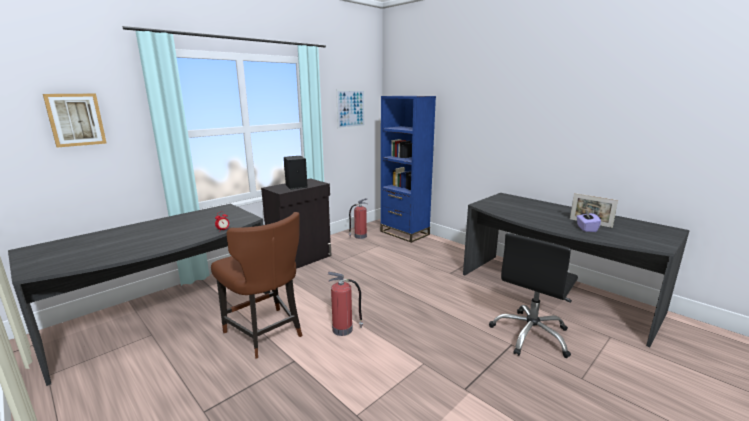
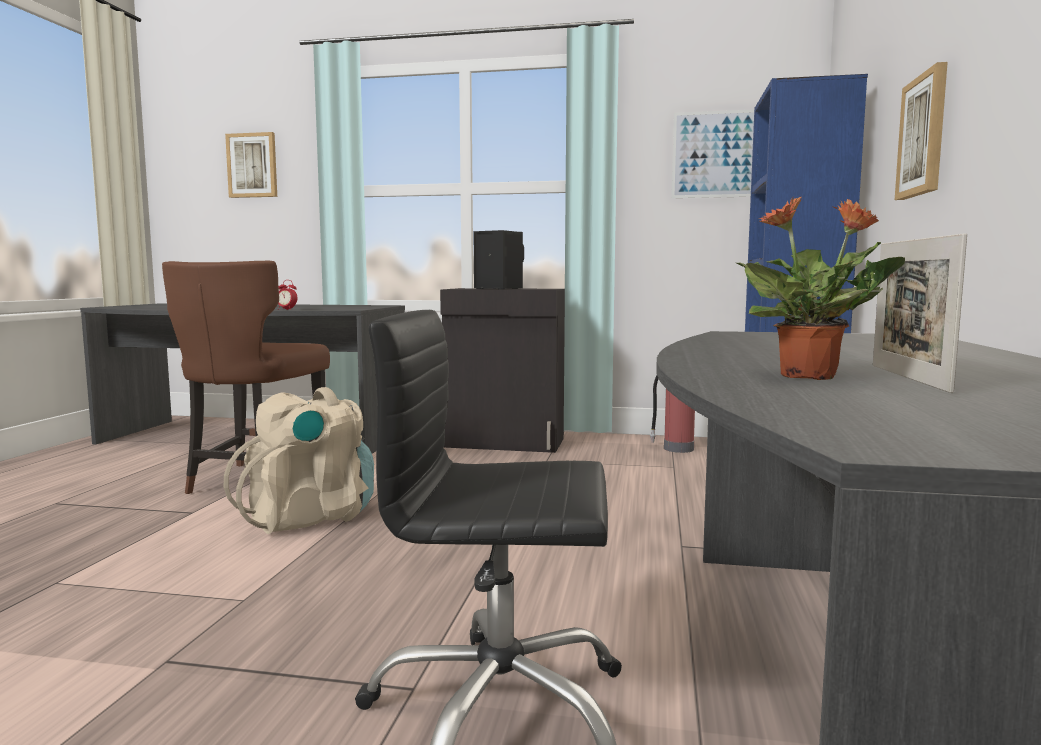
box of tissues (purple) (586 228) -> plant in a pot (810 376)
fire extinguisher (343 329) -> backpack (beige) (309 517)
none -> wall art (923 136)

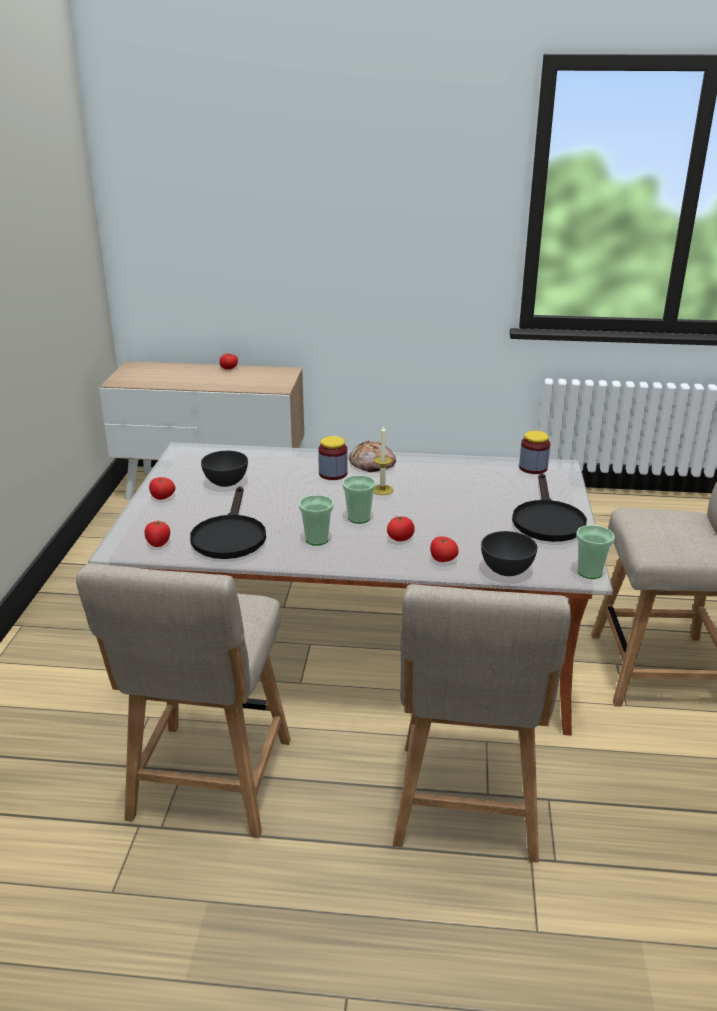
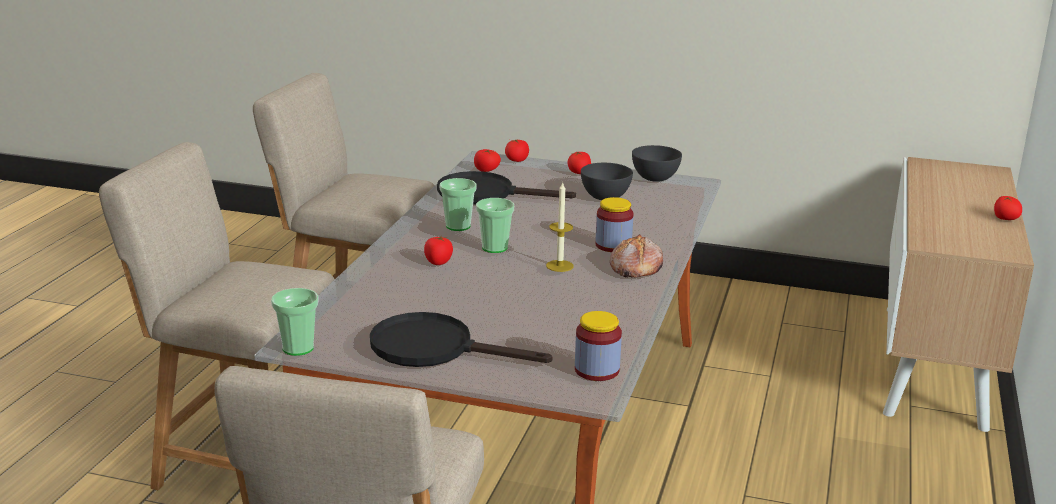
serving bowl (greyish) (507 570) -> serving bowl (greyish) (654 178), shifted
tomato (442 559) -> tomato (516 160), shifted

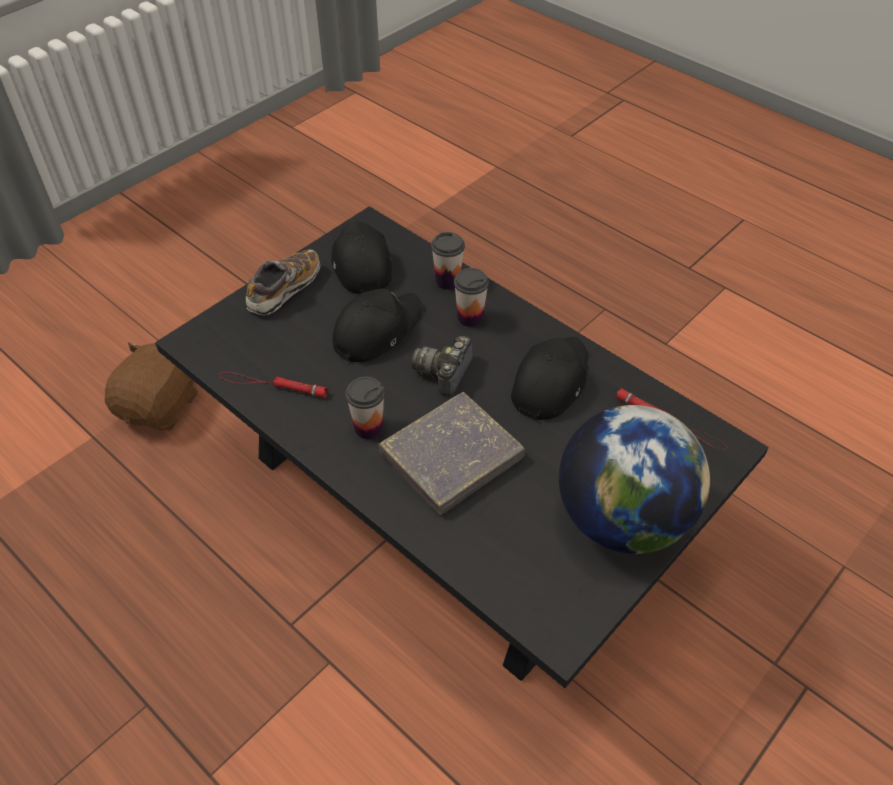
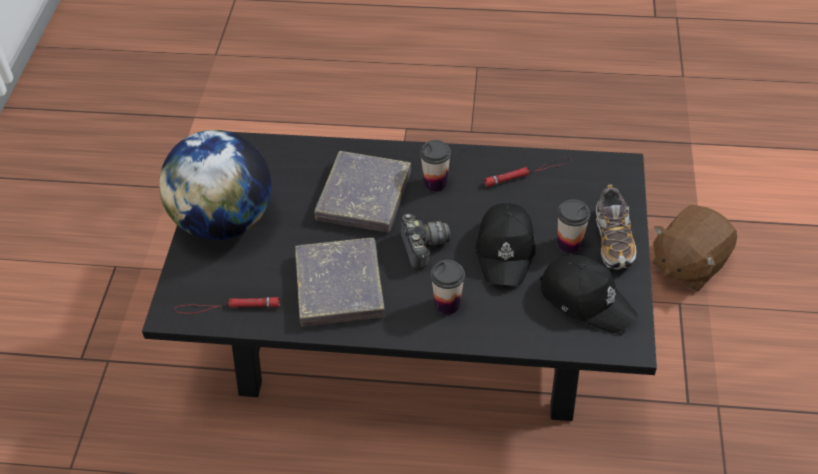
small cup (447 281) -> small cup (569 243), shifted
cap (black) (549 382) -> bound book (greyish) (339 286)
cuddly toy (brown-coloured) (160 406) -> cuddly toy (brown-coloured) (688 264), 60 degrees clockwise

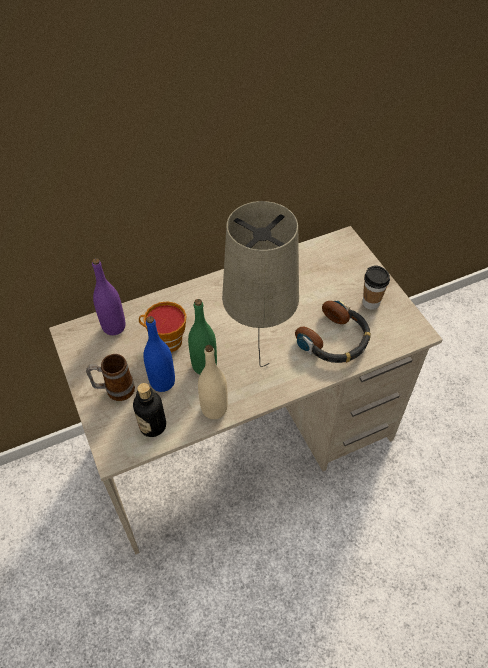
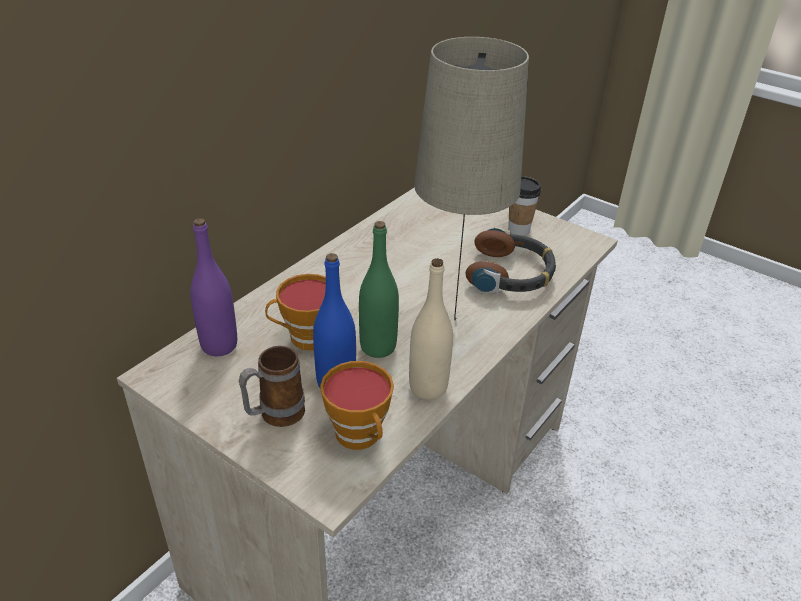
bottle (152 426) -> small cup (361 436)

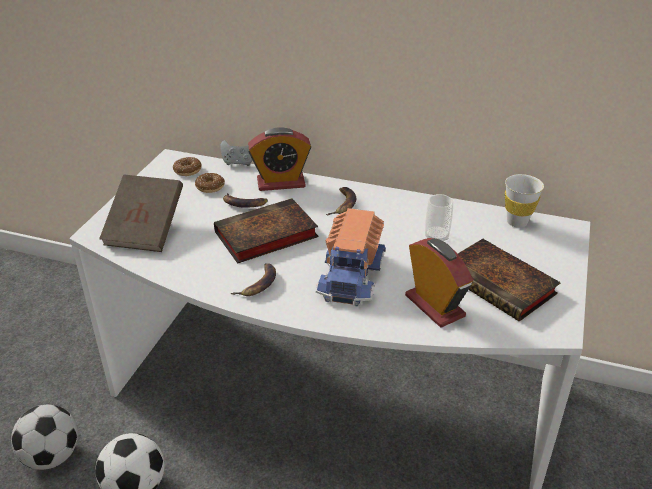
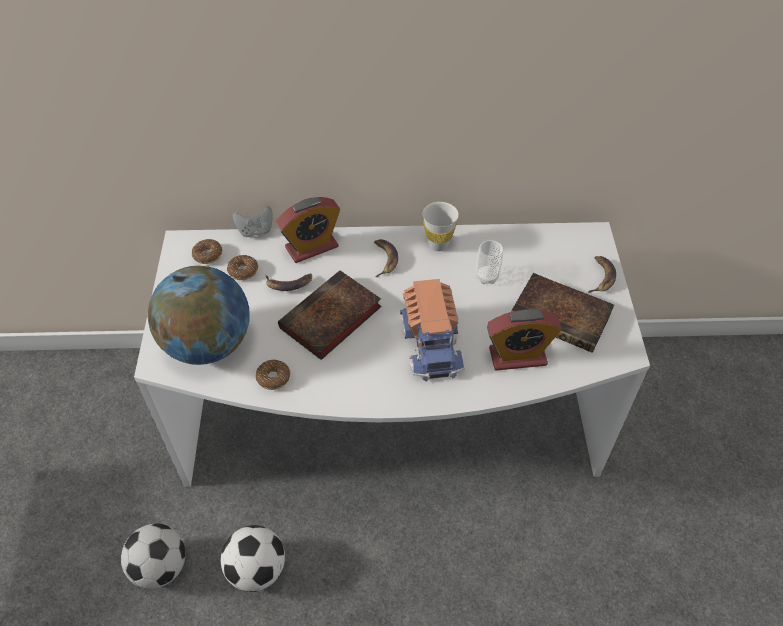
bound book (brown-coloured) (146 230) -> desk globe (208 344)
small cup (white) (517 222) -> small cup (white) (438 244), shifted
alarm clock (434 306) -> alarm clock (517 356), 135 degrees clockwise
whole banana (258 284) -> whole banana (601 276), shifted
none -> doughnut (273 378)

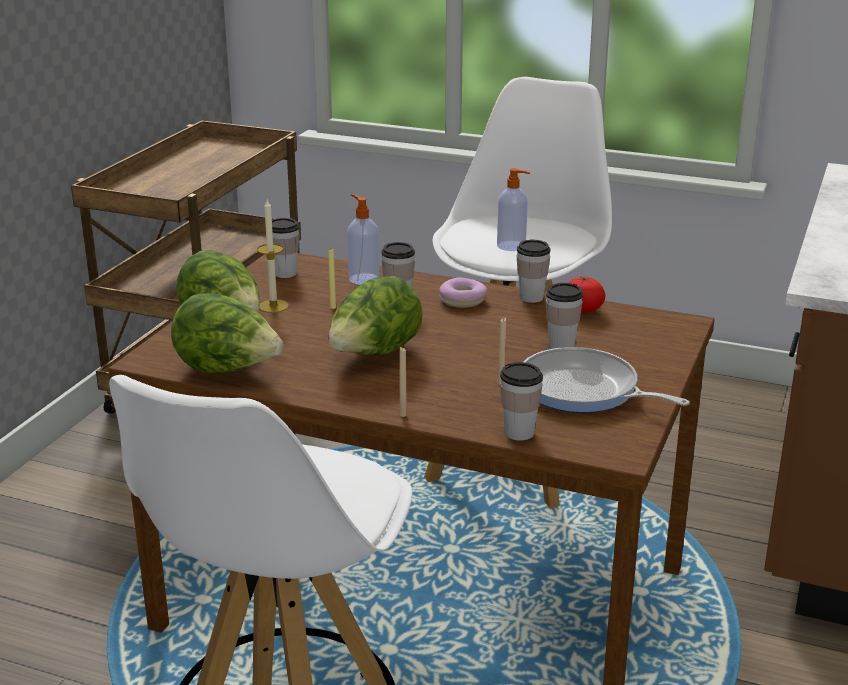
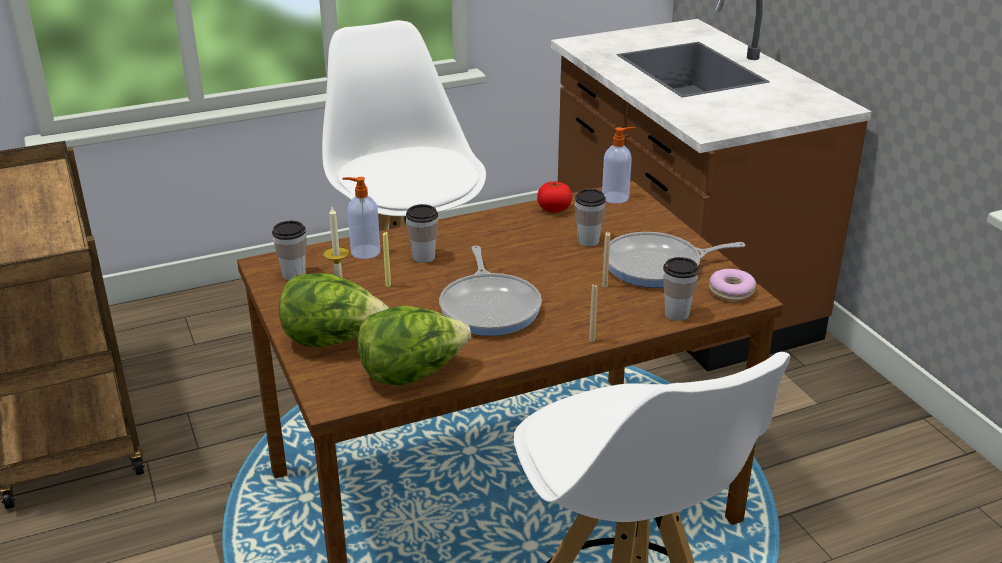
soap dispenser (512 246) -> soap dispenser (616 197), shifted
small cup (531 297) -> none
lettuce head (374 355) -> skillet (490 307)
doughnut (463 300) -> doughnut (731 291), shifted

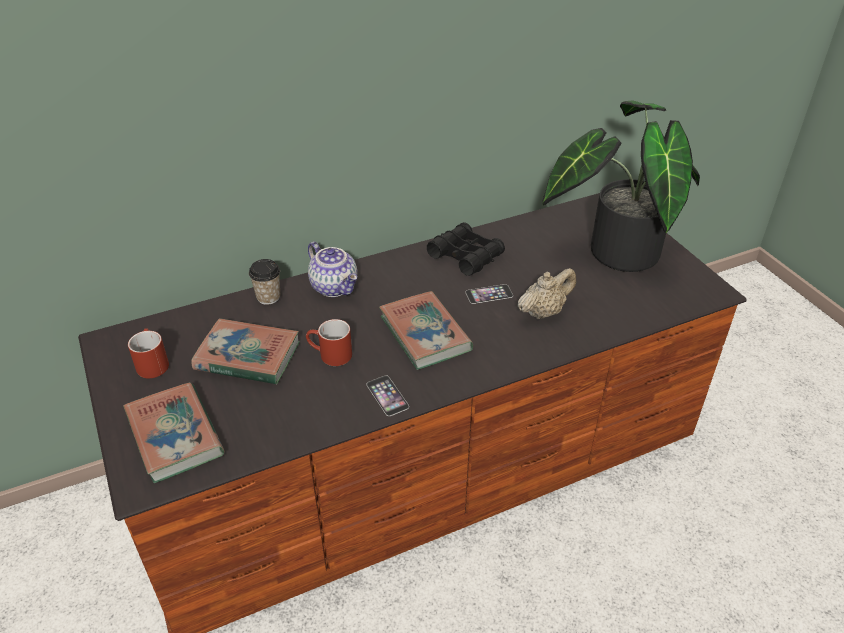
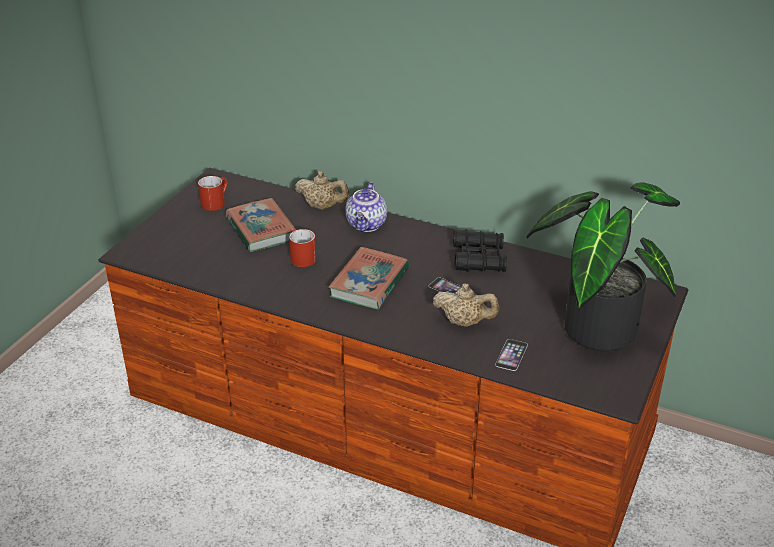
small cup (268 297) -> tea pot (beige) (323 207)
phone (387 395) -> phone (511 355), shifted
bound book (175 435) -> none

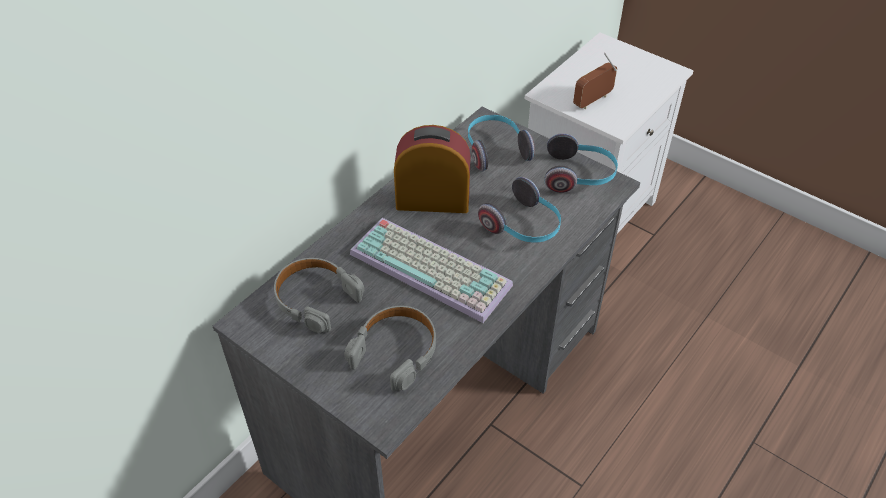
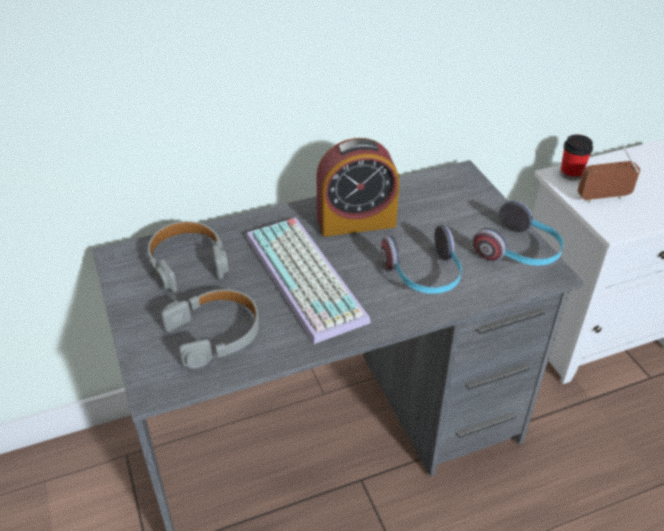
pair of headphones (495 150) -> none
alarm clock (432 200) -> alarm clock (356 221), 135 degrees clockwise
none -> small cup (571 174)

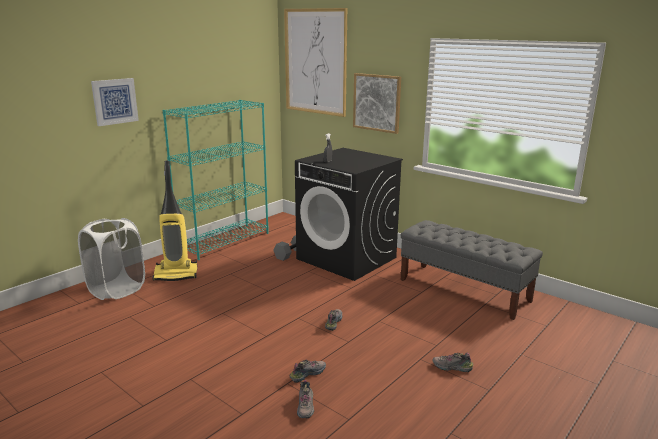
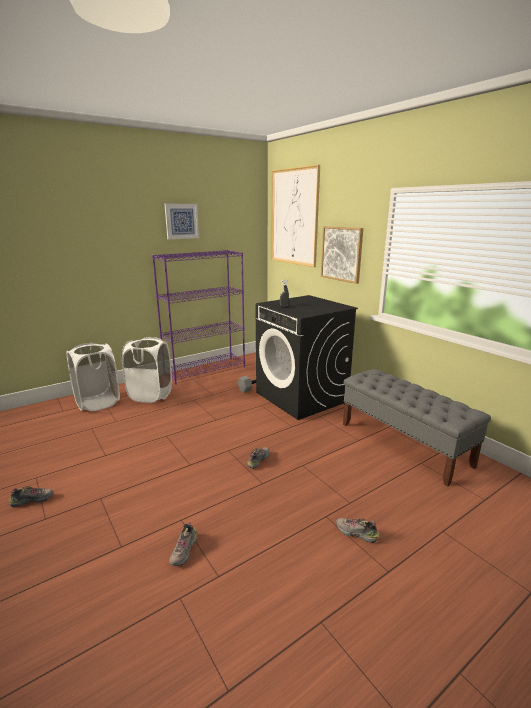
wall art (114 101) -> wall art (181 221), shifted
bookcase (turquoise) (224 241) -> bookcase (purple) (205 370)
vacuum cleaner (176 274) -> hamper (white) (150 395)
low shoe (307 374) -> low shoe (32 500), shifted

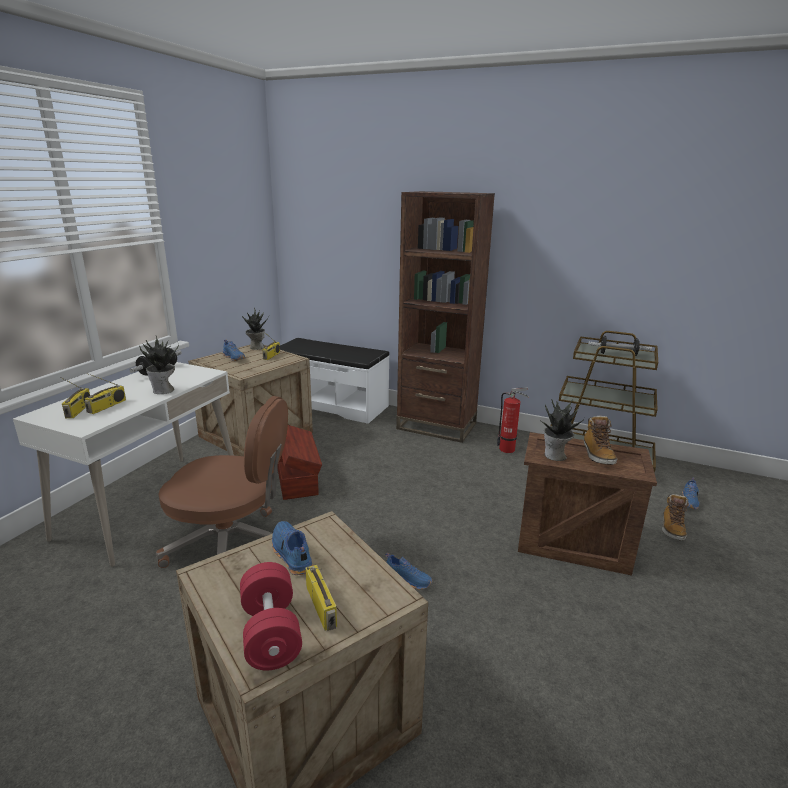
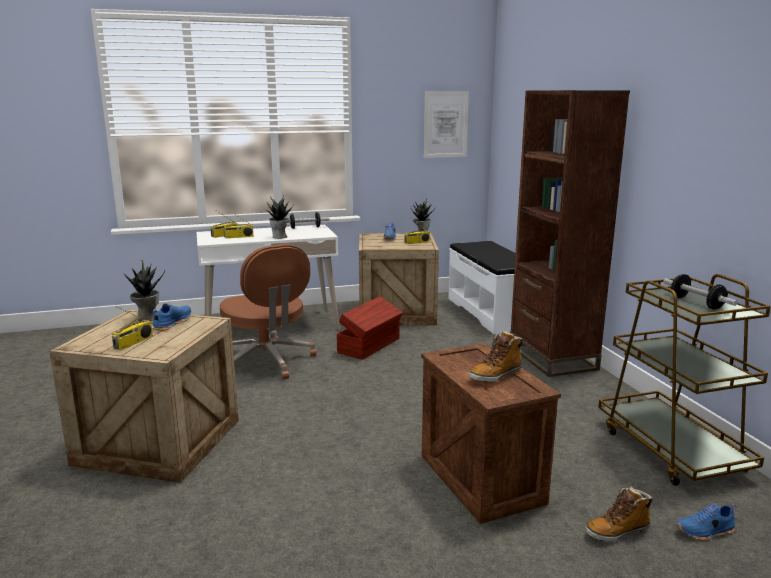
fire extinguisher (509 449) -> none
plant in a pot (555 456) -> plant in a pot (147 318), shifted
low shoe (blue) (408 579) -> none
free weight (reddish) (271 632) -> none
none -> wall art (445 124)

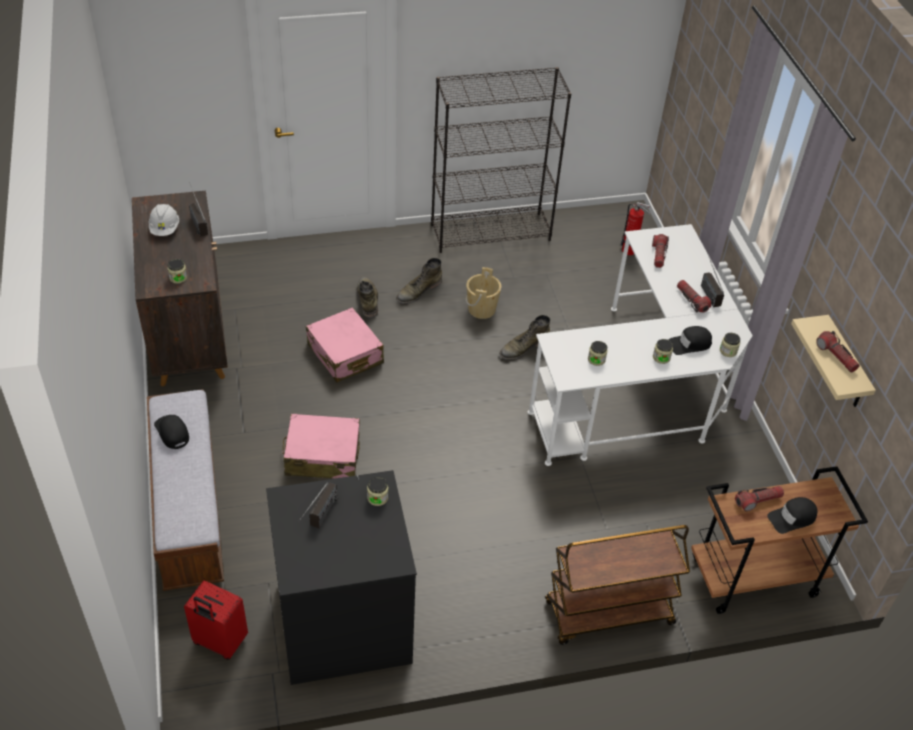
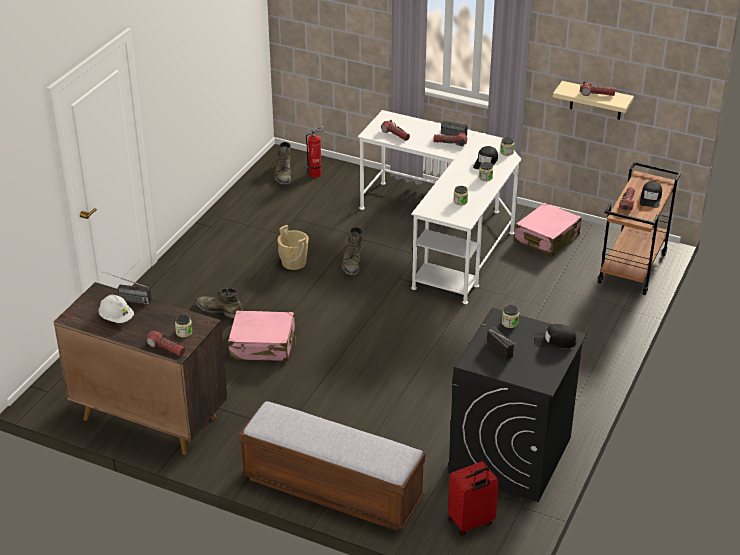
bookcase (black) (491 232) -> none
tall boot (greenish) (418 291) -> tall boot (greenish) (283 174), shifted
suitcase (pink-coloured) (322 456) -> suitcase (pink-coloured) (546 239), shifted
cap (black) (172 432) -> cap (black) (555 341), shifted
cart (brown-coloured) (608 614) -> none
none -> torch (166 348)

